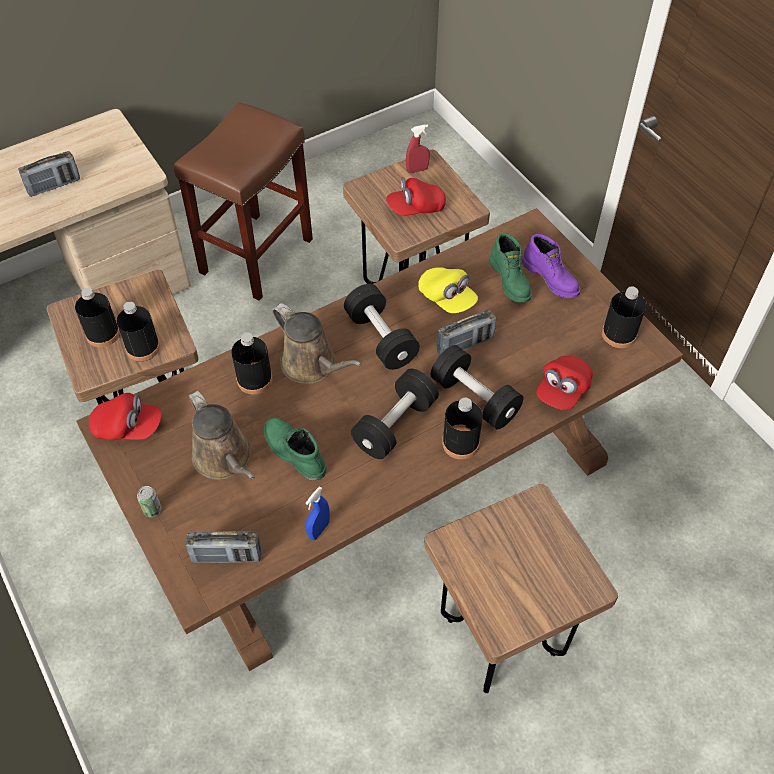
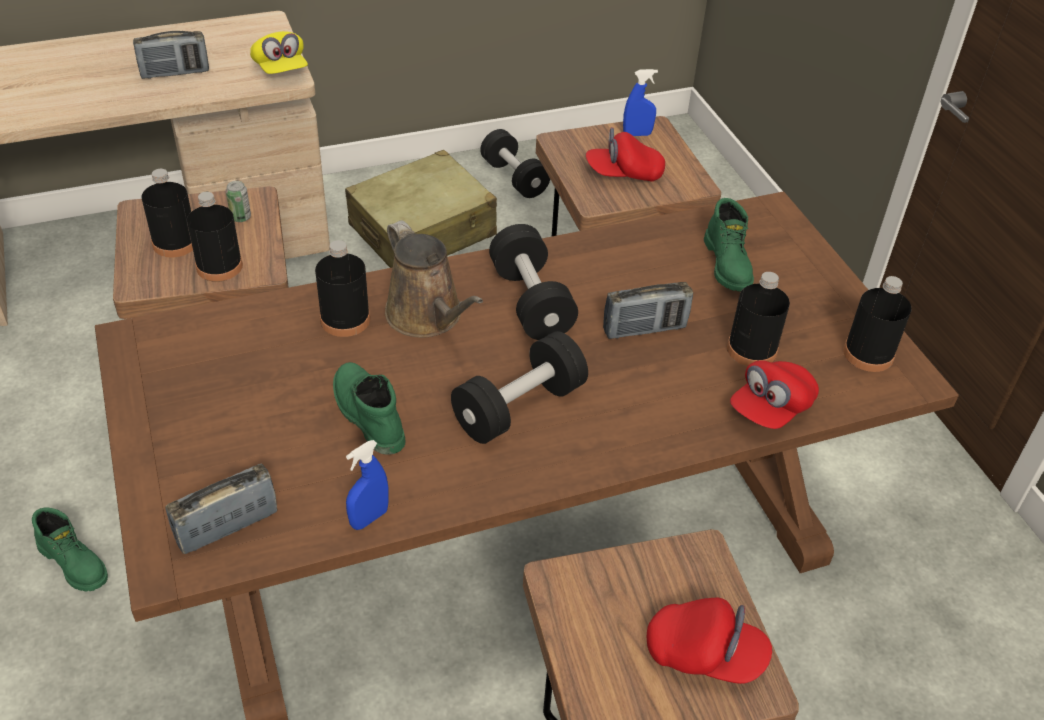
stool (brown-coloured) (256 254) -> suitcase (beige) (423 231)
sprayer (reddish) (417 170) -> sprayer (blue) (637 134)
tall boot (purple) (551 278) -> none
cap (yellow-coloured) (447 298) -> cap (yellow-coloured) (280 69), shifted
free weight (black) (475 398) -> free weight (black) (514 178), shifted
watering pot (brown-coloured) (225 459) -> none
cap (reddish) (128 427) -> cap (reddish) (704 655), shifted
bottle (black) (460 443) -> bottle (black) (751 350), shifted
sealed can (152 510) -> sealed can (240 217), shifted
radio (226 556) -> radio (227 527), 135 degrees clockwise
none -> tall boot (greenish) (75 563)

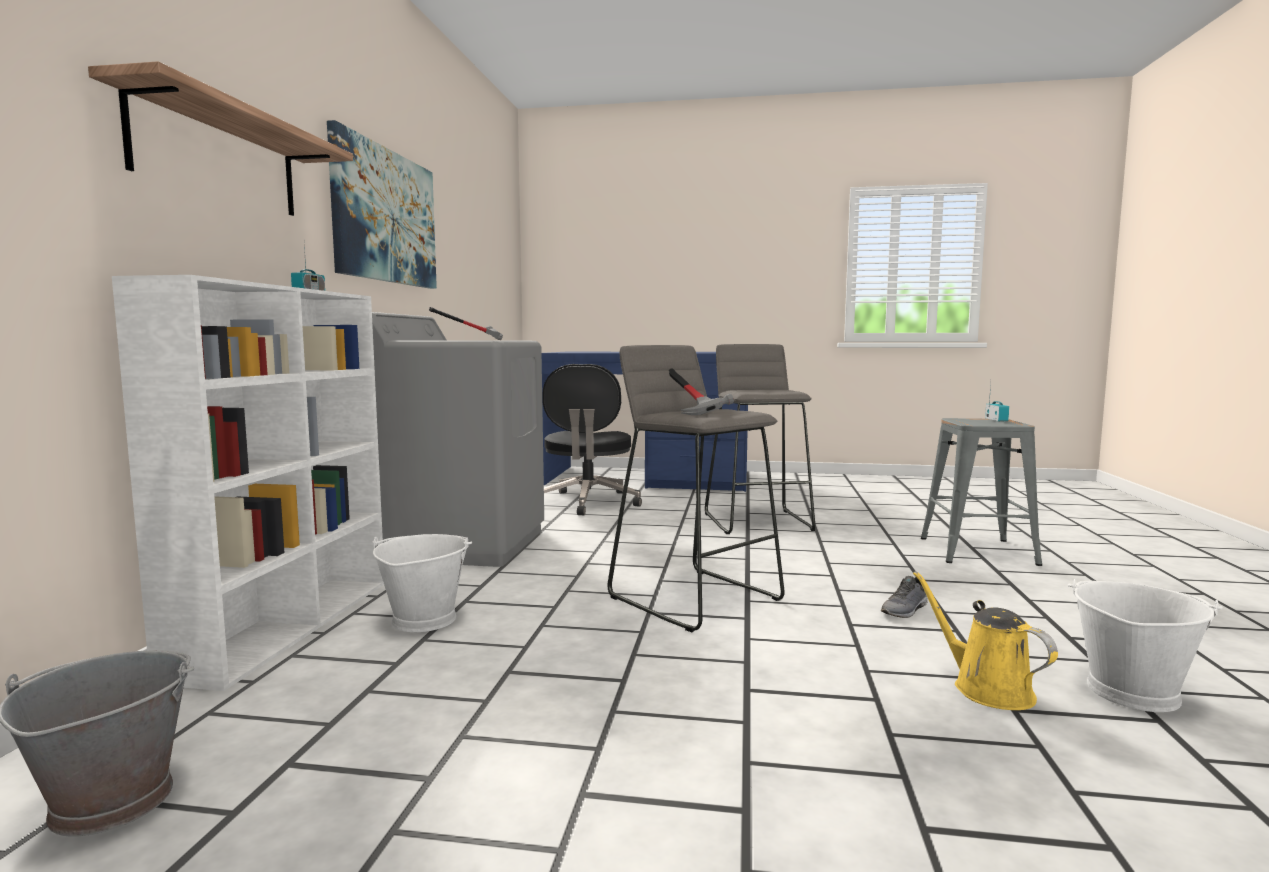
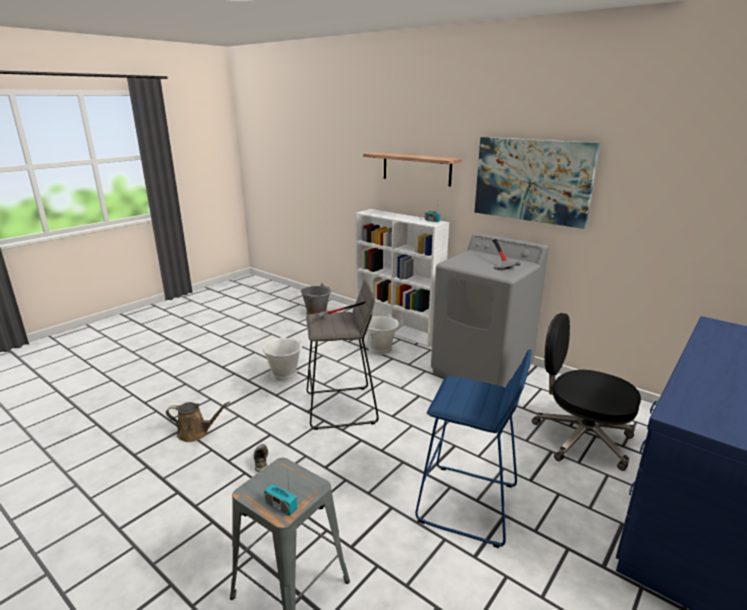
stool (greyish) (758 522) -> stool (blue) (467 504)
watering pot (yellow-coloured) (986 688) -> watering pot (brown-coloured) (196 433)
water bucket (white) (1131 691) -> water bucket (white) (284 374), shifted

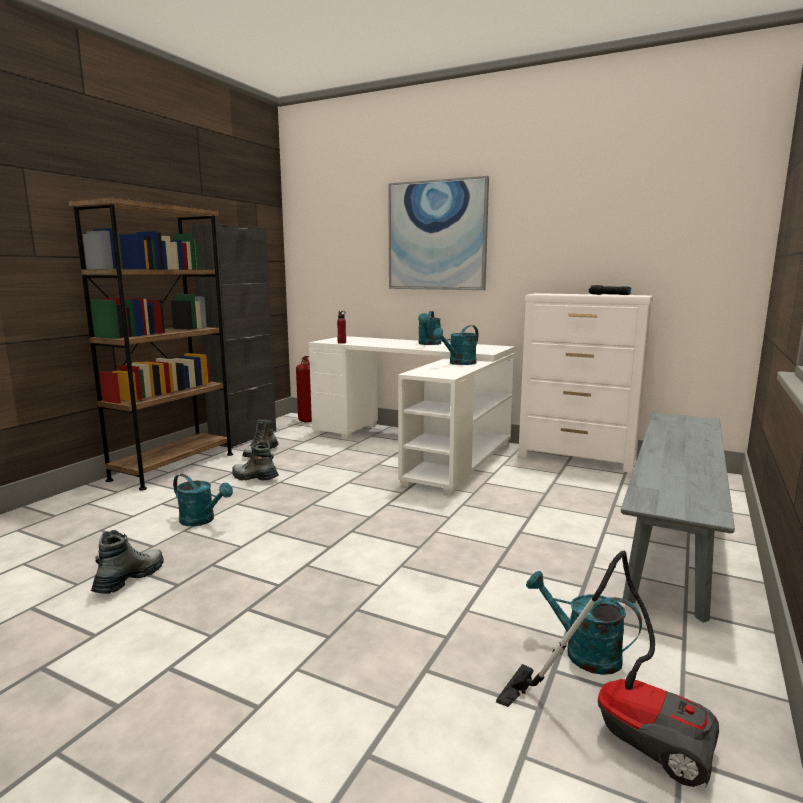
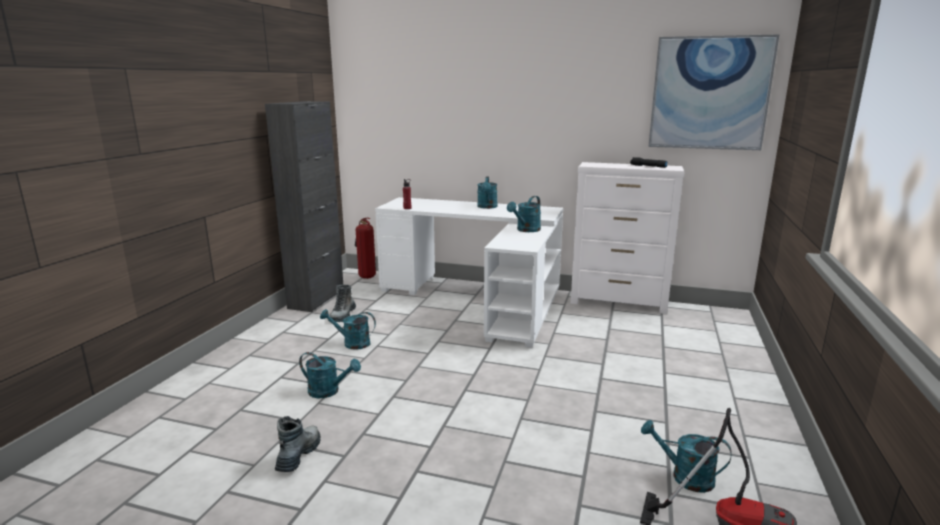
wall art (437 236) -> wall art (709 93), shifted
bookcase (brown-coloured) (173 466) -> none
long seat (greyish) (672 533) -> none
tall boot (254 478) -> watering pot (turquoise) (352 343)

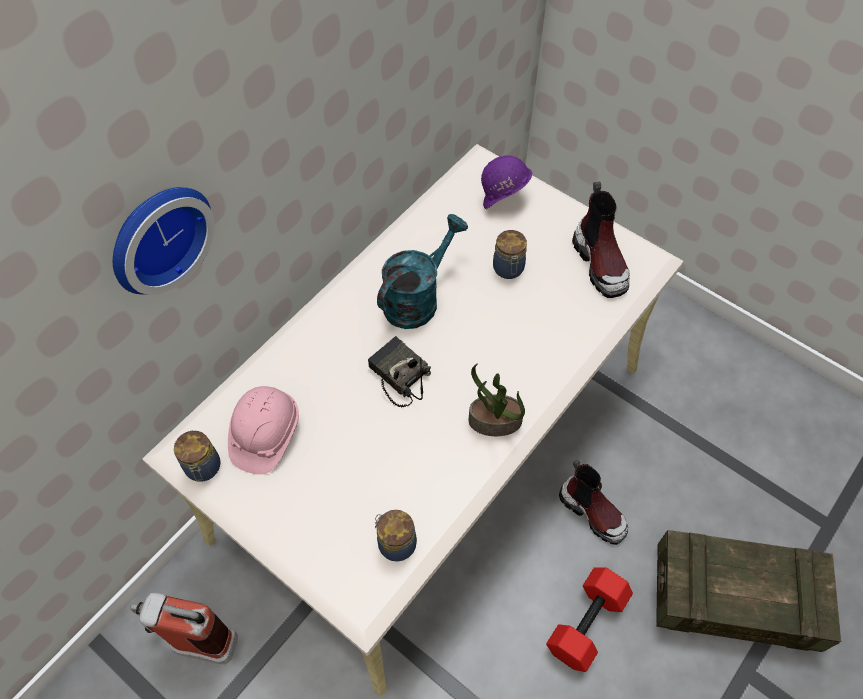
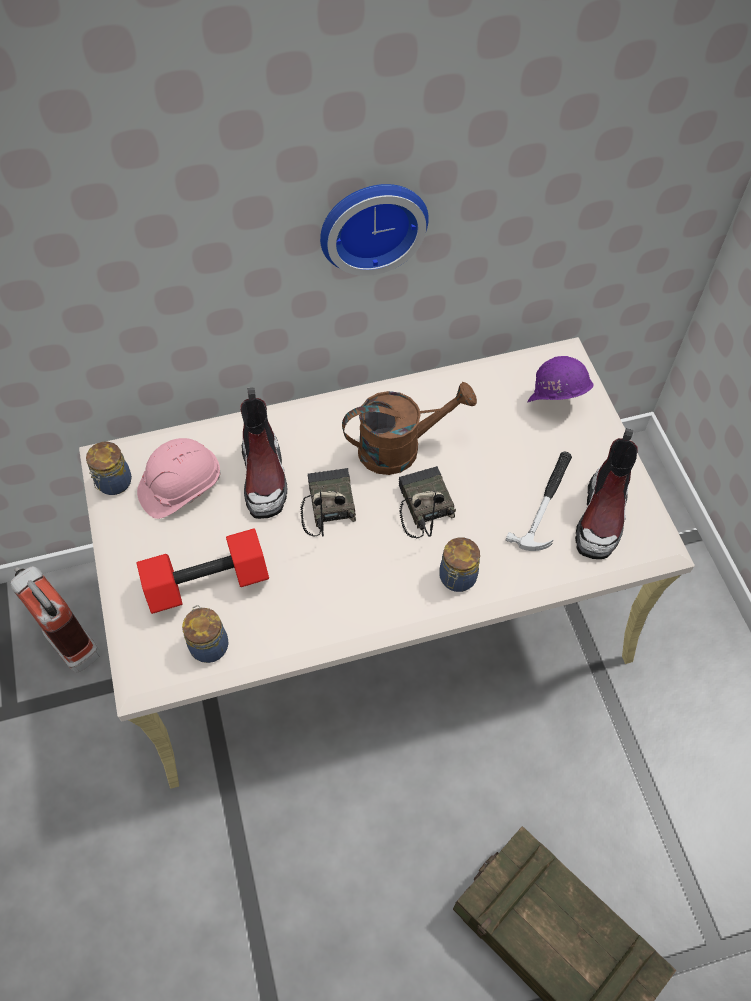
clock on the wall (156 236) -> clock on the wall (371 223), shifted
watering pot (turquoise) (417 298) -> watering pot (brown-coloured) (400 448)
preserve jar (508 269) -> preserve jar (457 578), shifted
plant in a pot (494 422) -> none
tall boot (593 511) -> tall boot (264 476), shifted
free weight (reddish) (587 625) -> free weight (reddish) (207 584), shifted
none -> hand hammer (546 502)
none -> radio (422 505)

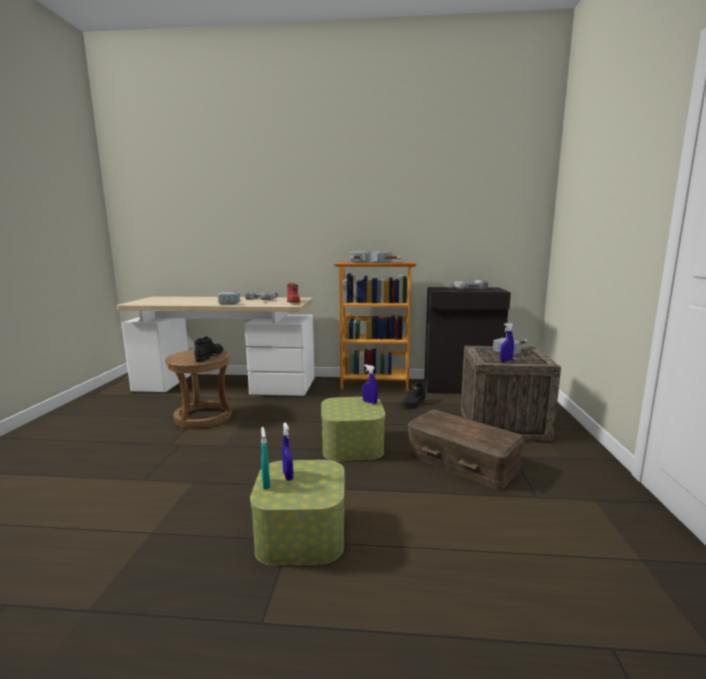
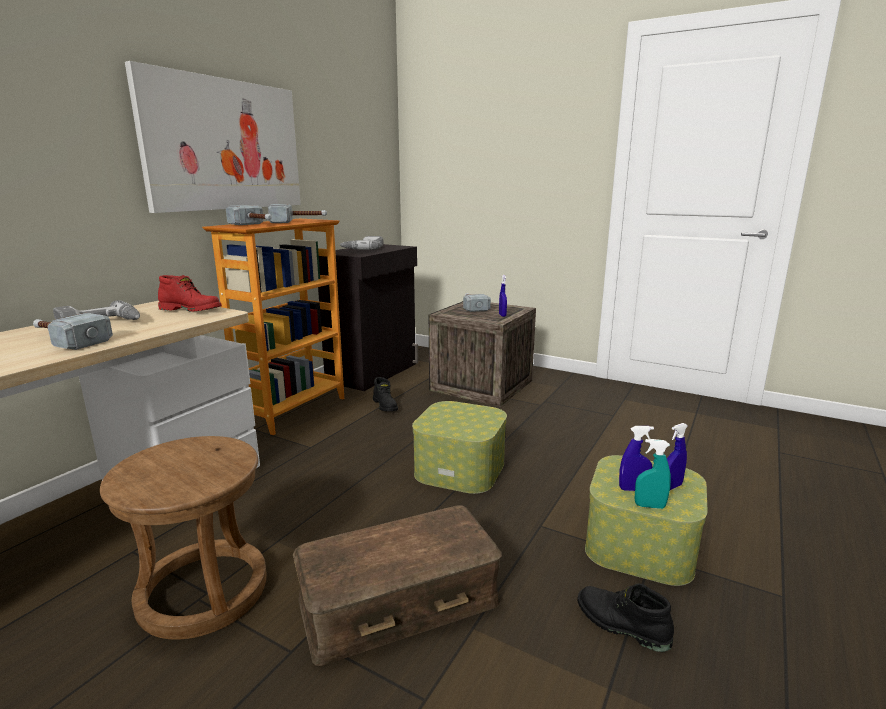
tall boot (black) (208 356) -> tall boot (black) (621 625), shifted
sprayer (blue) (369 402) -> sprayer (blue) (671 487), shifted
storage bin (brown-coloured) (461 461) -> storage bin (brown-coloured) (399 602), shifted
none -> wall art (225 145)

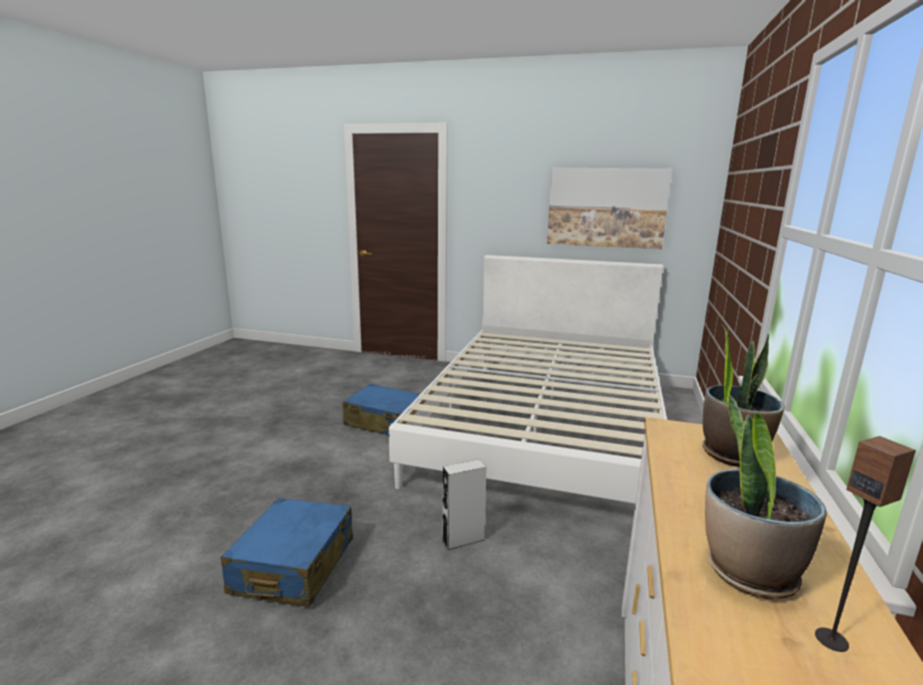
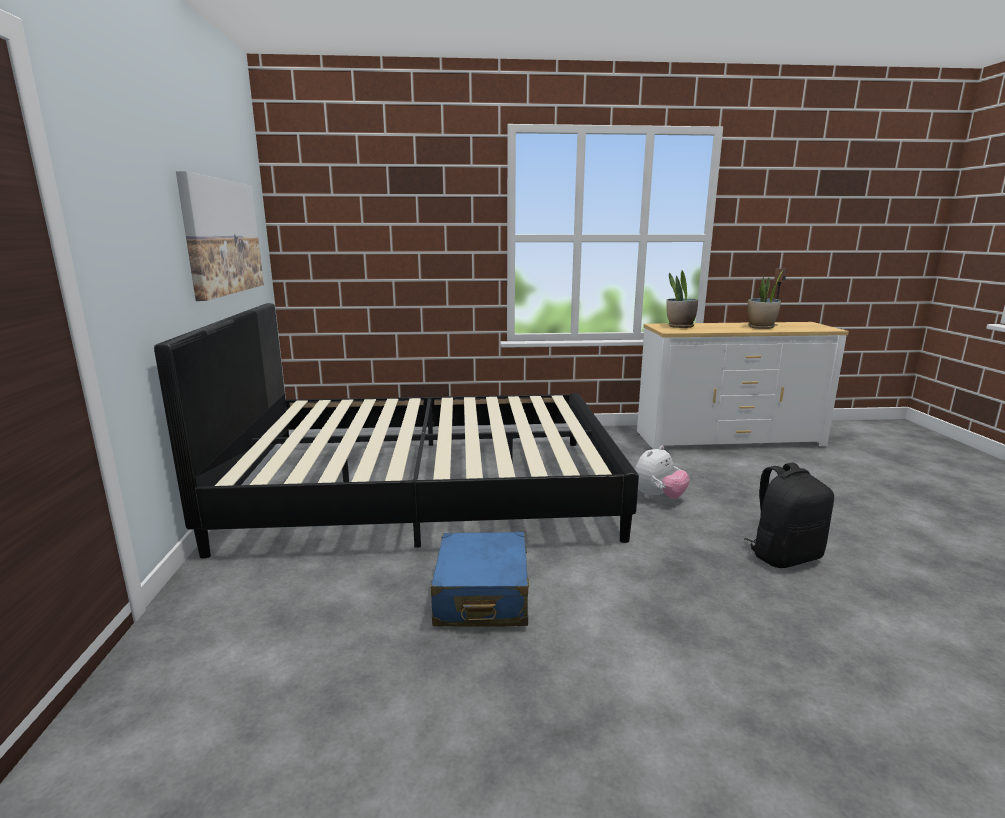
bed (white) (546 425) -> bed (black) (425 488)
audio speaker (greyish) (463 540) -> cuddly toy (658 497)
suitcase (blue) (293 566) -> backpack (black) (784 556)

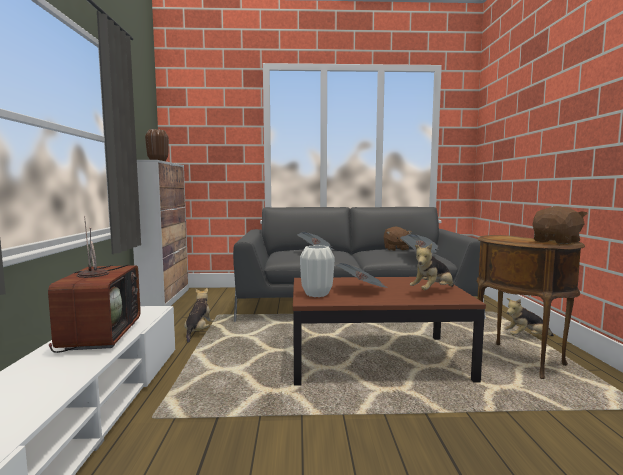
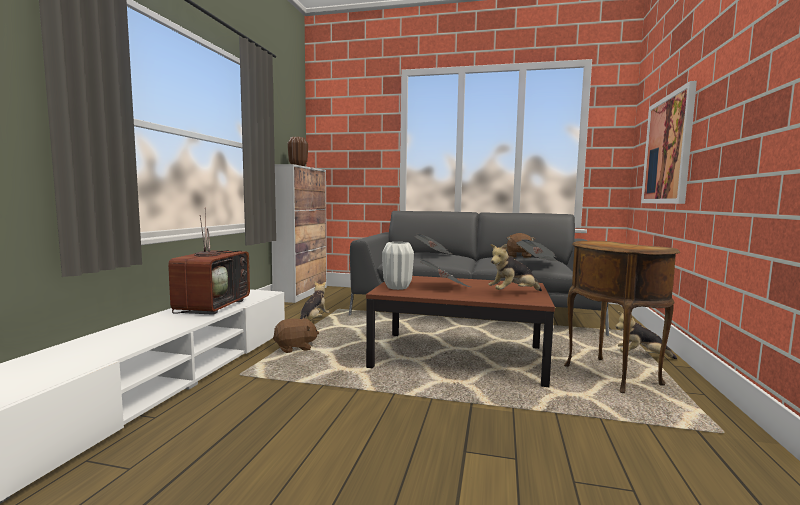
cuddly toy (brown-coloured) (557 242) -> cuddly toy (brown-coloured) (295 348), shifted
none -> wall art (668 150)

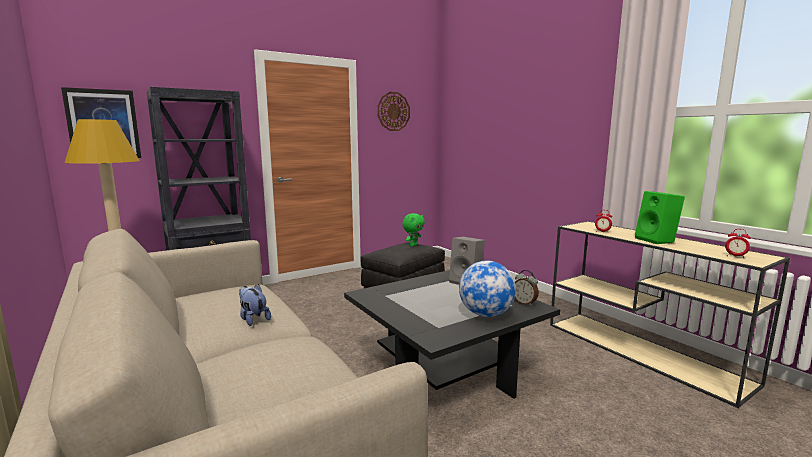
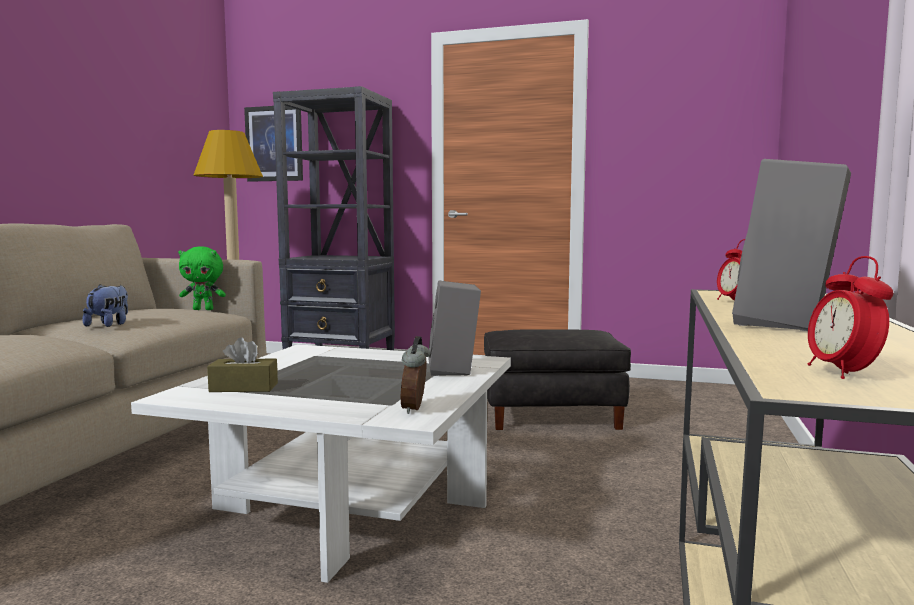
clock on the wall (393 111) -> none
audio speaker (greenish) (657 240) -> audio speaker (greyish) (789 323)
cuddly toy (greenish) (413 245) -> cuddly toy (greenish) (203 309), shifted
desk globe (485 314) -> none
coffee table (black) (445 369) -> coffee table (white) (350 507)
none -> box of tissues (brown-coloured) (244 387)

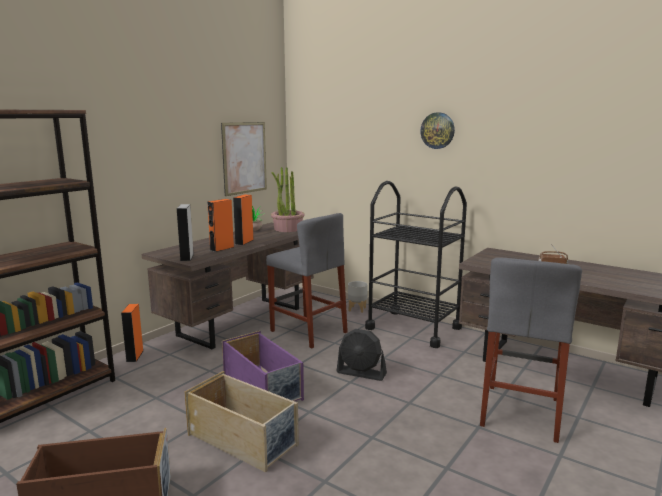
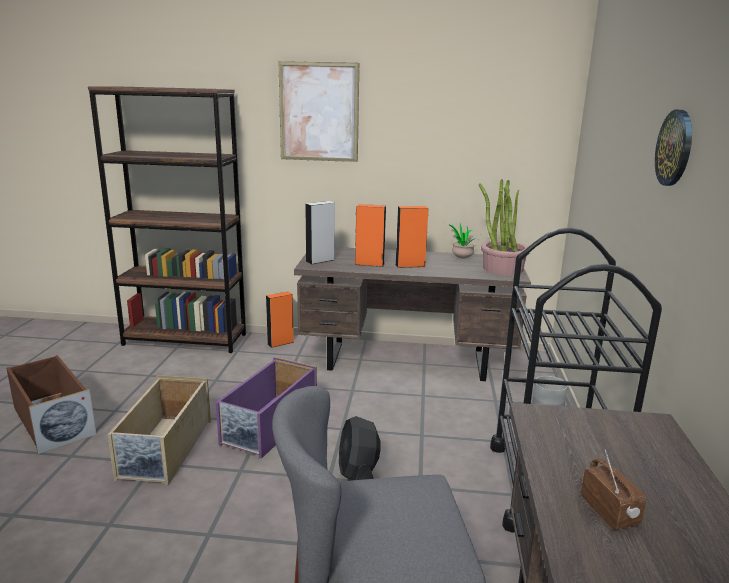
wall art (244 158) -> wall art (319 112), shifted
stool (greyish) (308 331) -> none

